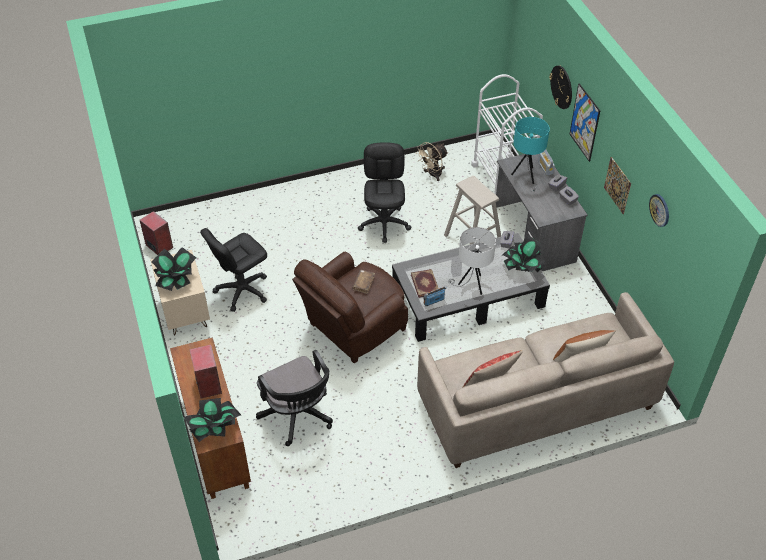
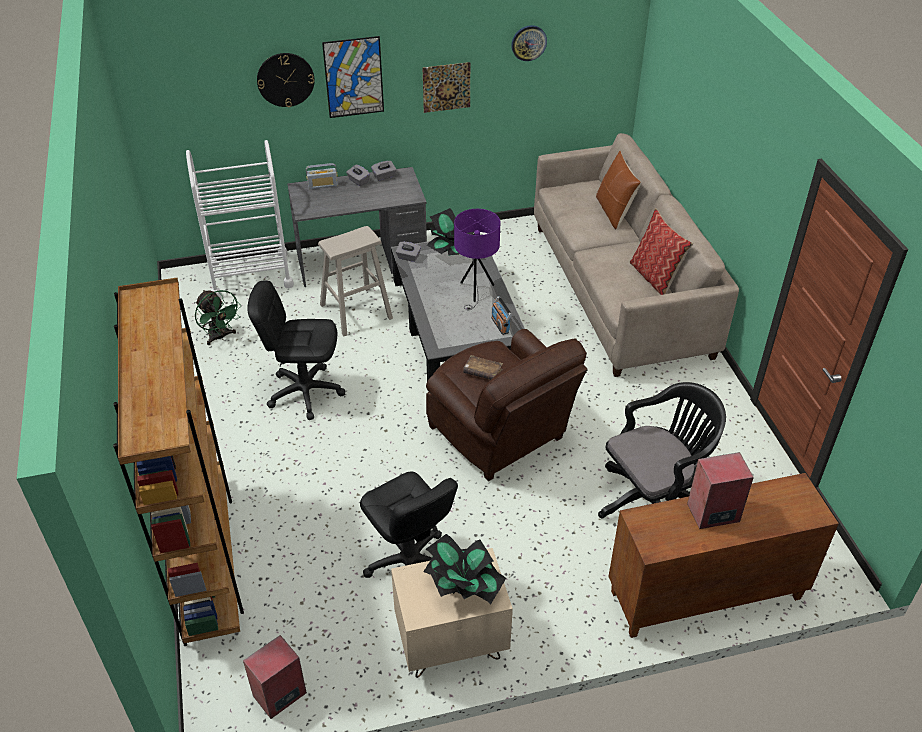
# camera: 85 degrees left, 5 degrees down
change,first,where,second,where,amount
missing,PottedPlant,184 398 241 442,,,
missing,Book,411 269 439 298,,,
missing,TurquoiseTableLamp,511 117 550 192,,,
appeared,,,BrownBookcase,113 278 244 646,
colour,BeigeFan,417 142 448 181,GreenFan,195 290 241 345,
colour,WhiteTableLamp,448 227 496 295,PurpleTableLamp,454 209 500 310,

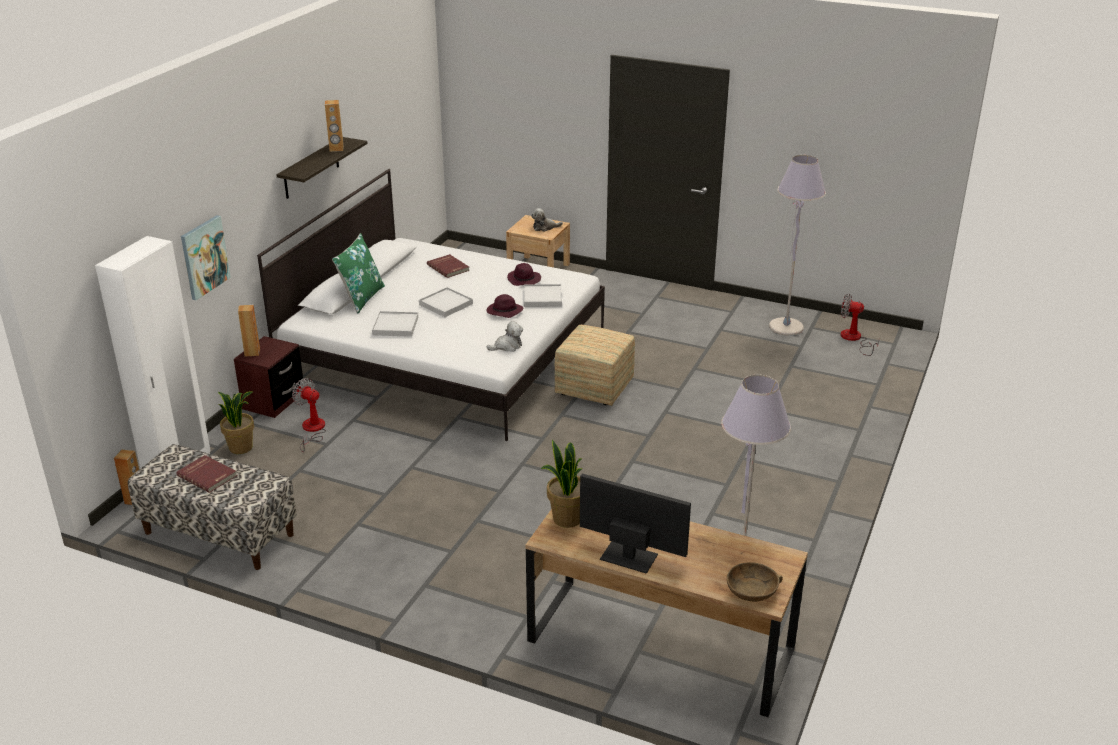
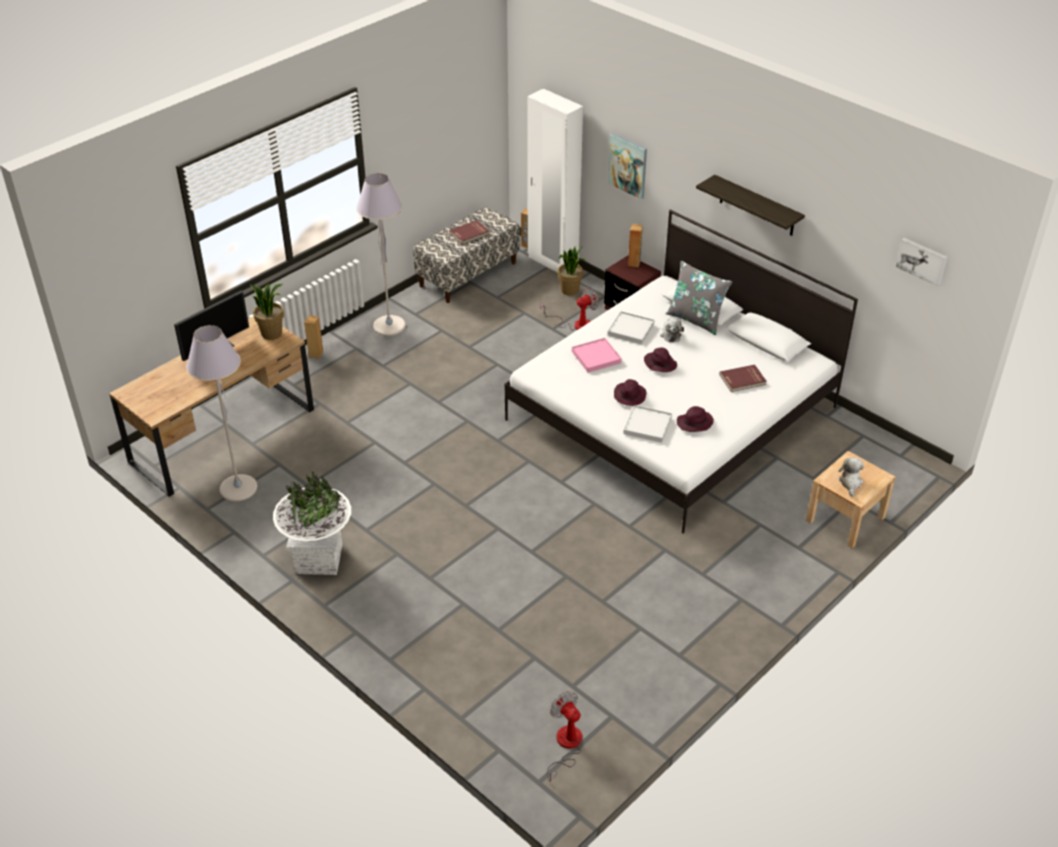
# camera: 110 degrees right, 10 degrees up
change,first,where,second,where,amount
missing,Ottoman,555 325 635 406,,,
missing,BrownBowl,727 562 783 602,,,
appeared,,,WhitePlanter,273 472 351 575,
appeared,,,PinkTray,572 338 622 373,
appeared,,,Picture,896 238 947 286,
relocated,BrownSpeaker,325 100 344 152,,304 315 323 359,
relocated,PlushToy,486 321 523 352,,660 319 684 342,
relocated,GreyFloorLamp,769 155 826 336,,356 173 406 336,
exchanged,WhiteTray,419 287 473 317,PurpleHat,644 348 677 372,
colour,GreenPillow,332 233 385 314,GreyPillow,666 261 732 335,
spun,Fan,841 294 879 356,,547 691 582 782,75 degrees counterclockwise

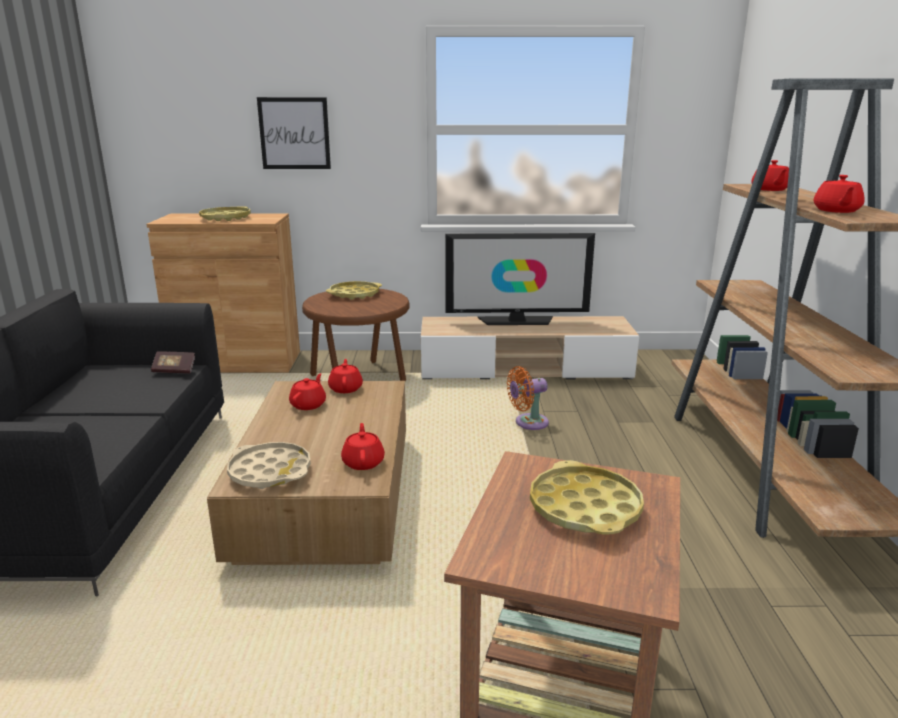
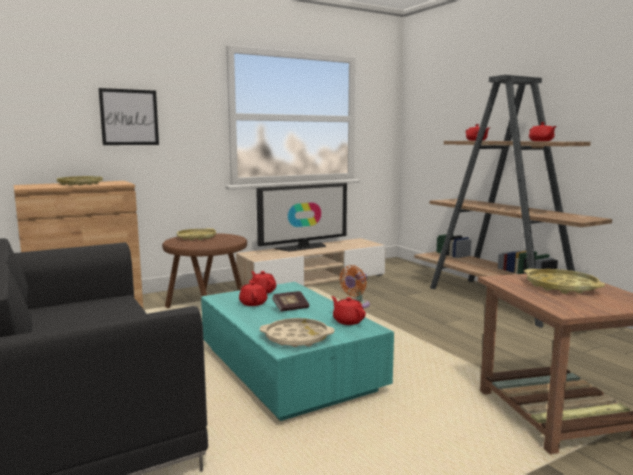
# camera: 30 degrees left, 10 degrees down
change,first,where,second,where,amount
relocated,Book,151 351 195 374,,272 291 309 312,
colour,BrownCoffeeTable,207 381 406 565,TurquoiseCoffeeTable,201 282 394 421,

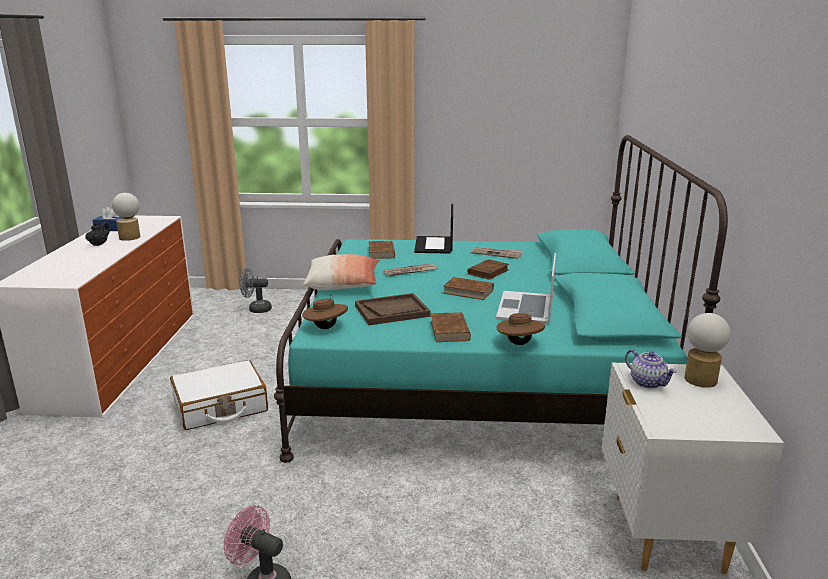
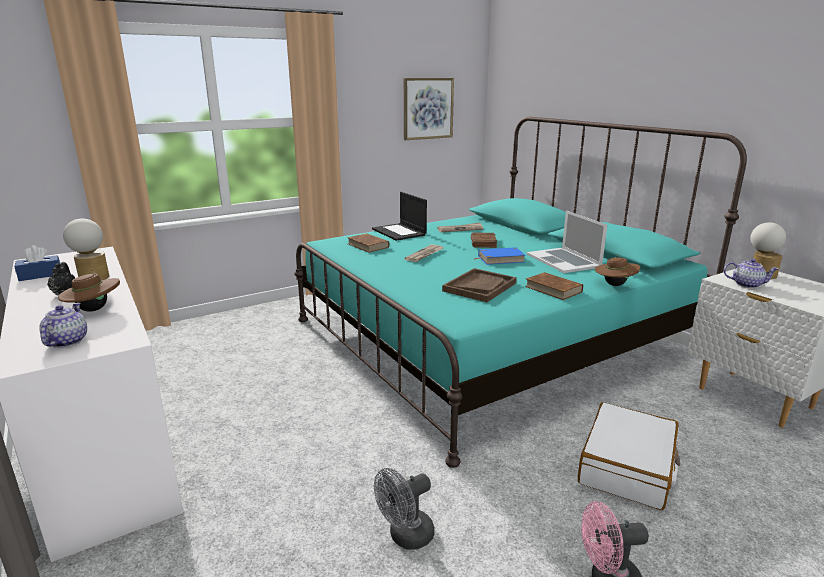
# camera: 35 degrees left, 0 degrees up
change,first,where,second,where,amount
missing,Pillow,303 254 380 290,,,
appeared,,,Teapot,39 303 87 348,
appeared,,,Picture,404 78 454 140,
relocated,WhiteSuitcase,170 360 268 430,,578 402 680 510,
relocated,GreyFan,239 268 272 313,,374 468 434 550,
relocated,BrownHat,302 295 348 329,,58 270 120 312,
colour,BrownBook,443 277 494 300,BlueBook,475 247 526 265,

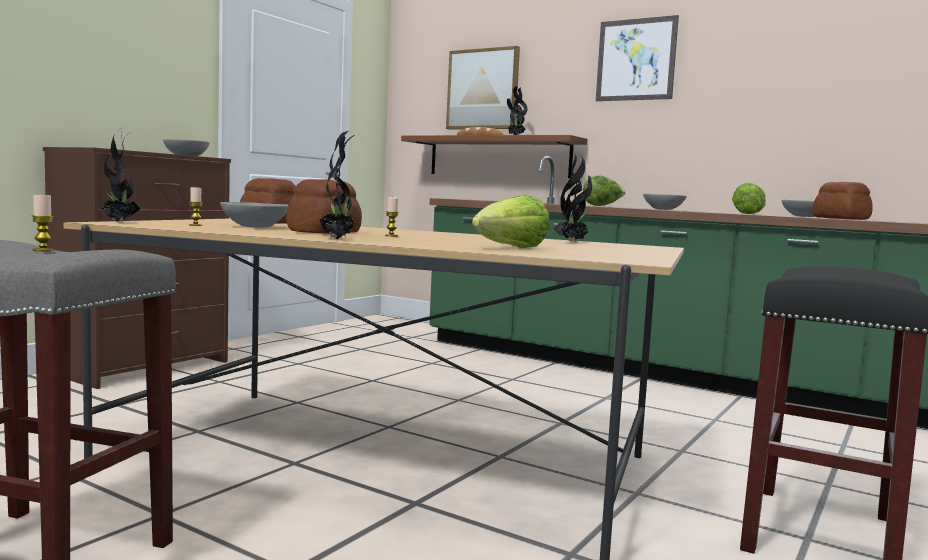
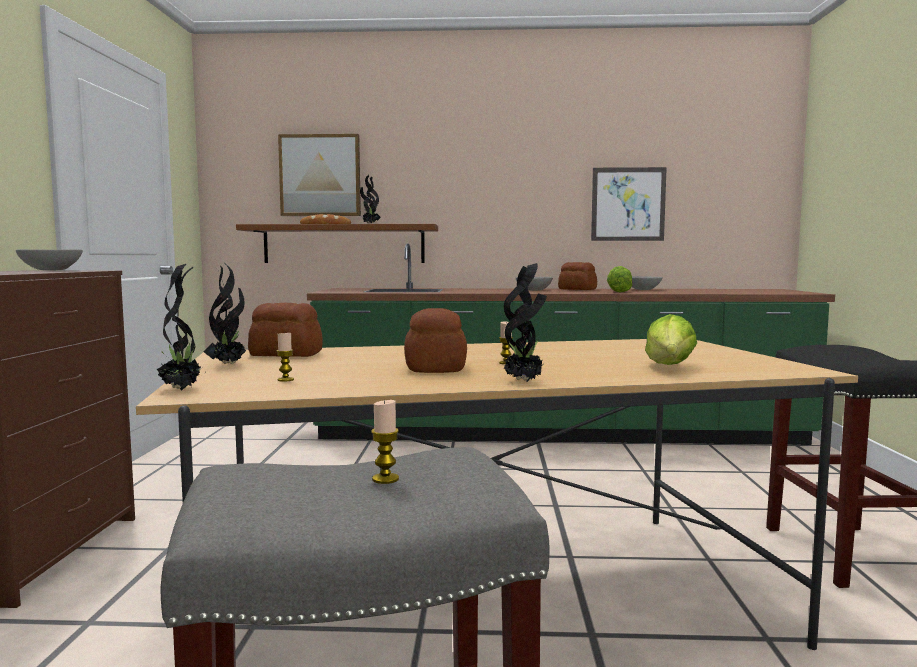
# camera: 30 degrees left, 0 degrees up
change,first,where,second,where,amount
missing,GreyBowl,220 202 288 228,,,
missing,Lettuce,583 176 625 206,,,
relocated,PottedPlant,553 152 592 242,,204 263 247 364,
relocated,Picture,596 15 679 101,,591 167 667 241,
relocated,Bread,813 182 873 220,,558 262 597 290,

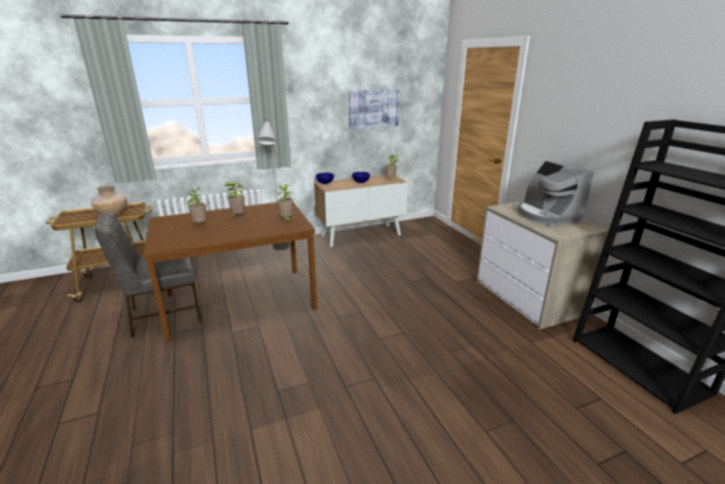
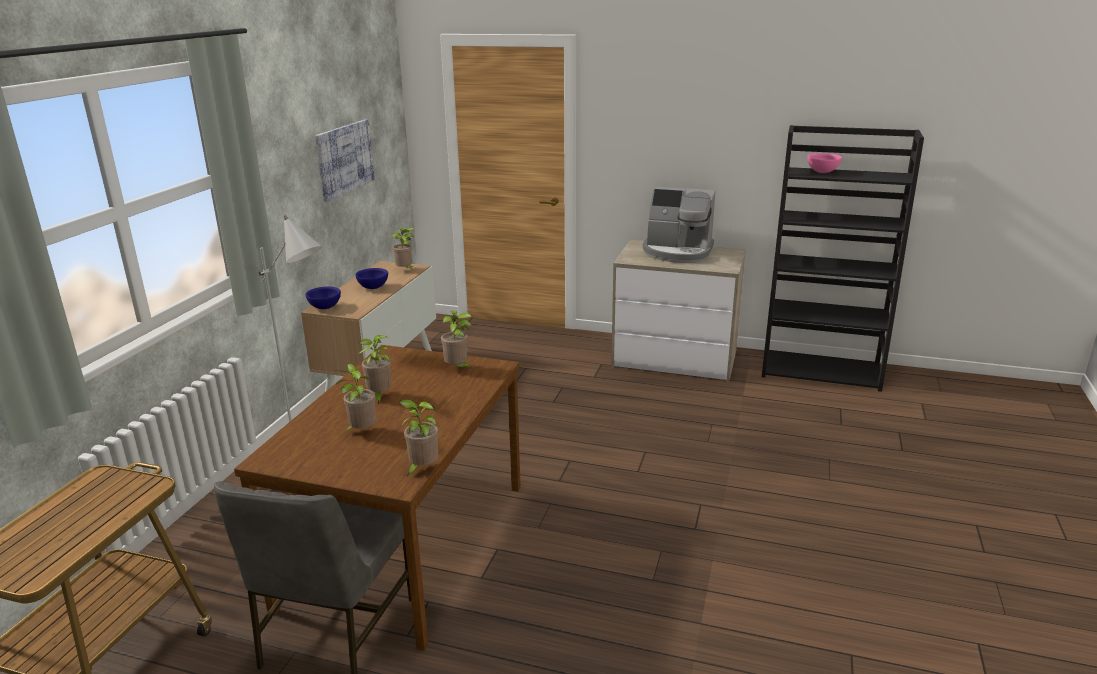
# camera: 50 degrees left, 0 degrees up
change,first,where,second,where,amount
missing,BeigeVase,91 185 127 215,,,
appeared,,,PottedPlant,397 400 439 476,
appeared,,,PinkBowl,807 153 842 173,

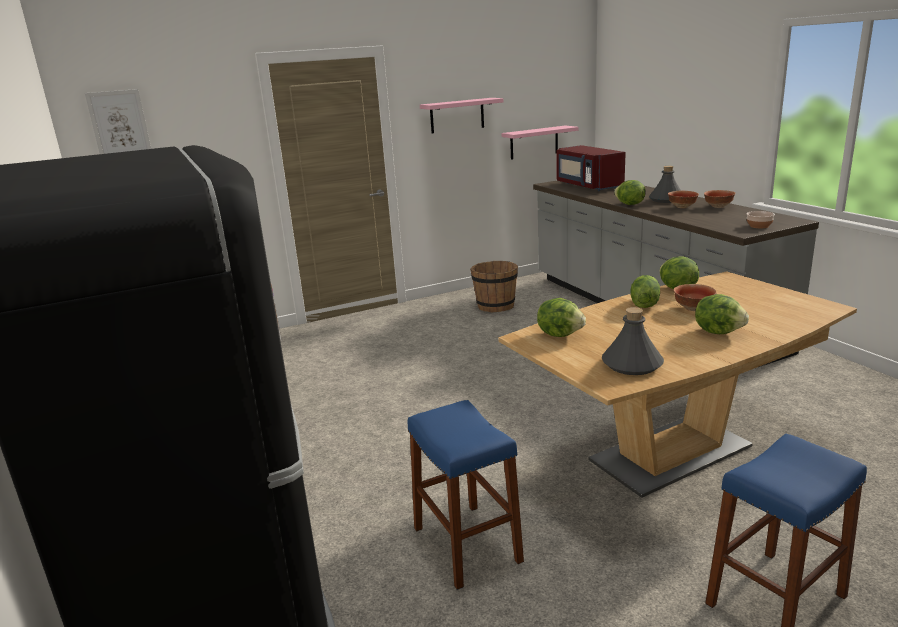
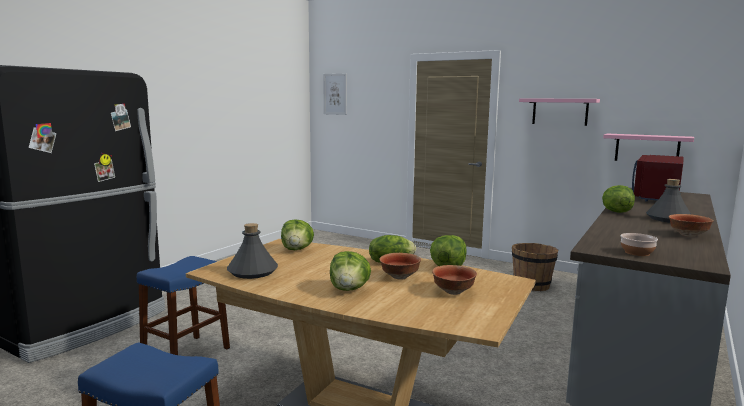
# camera: 55 degrees right, 10 degrees down
change,first,where,second,where,amount
relocated,Bowl,668 191 699 208,,432 265 477 295,

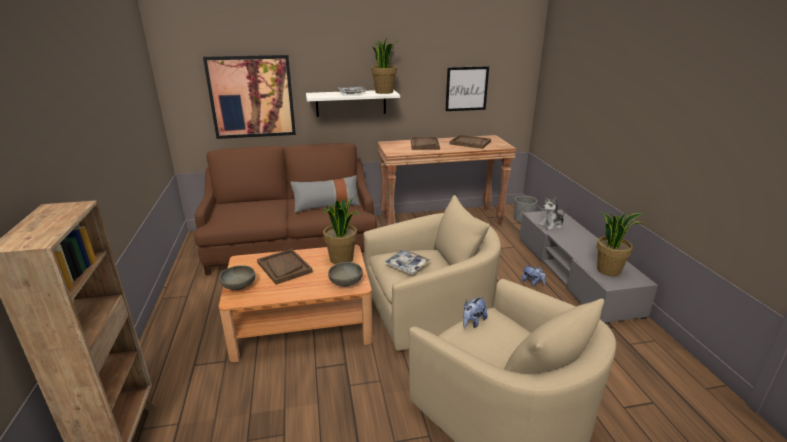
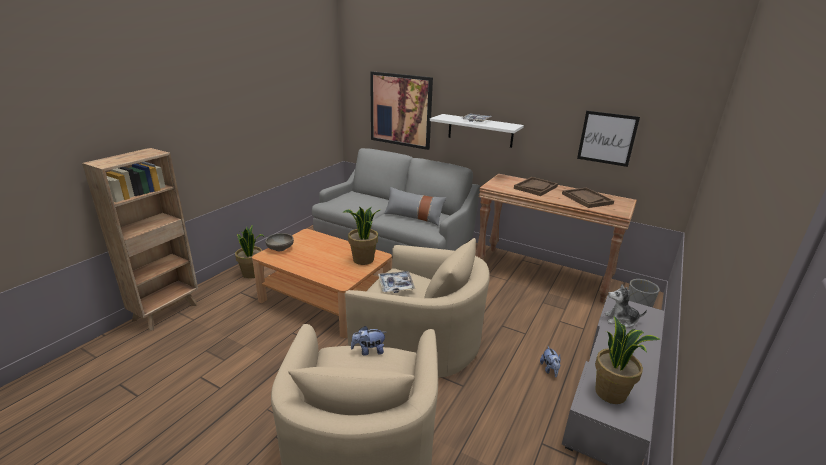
# camera: 40 degrees right, 0 degrees up
change,first,where,second,where,amount
missing,BrownTray,257 249 313 285,,,
missing,GreyBowl,328 262 363 286,,,
relocated,PottedPlant,371 39 399 94,,235 225 265 278,
colour,BrownSofa,194 143 377 275,GreySofa,312 148 480 255,

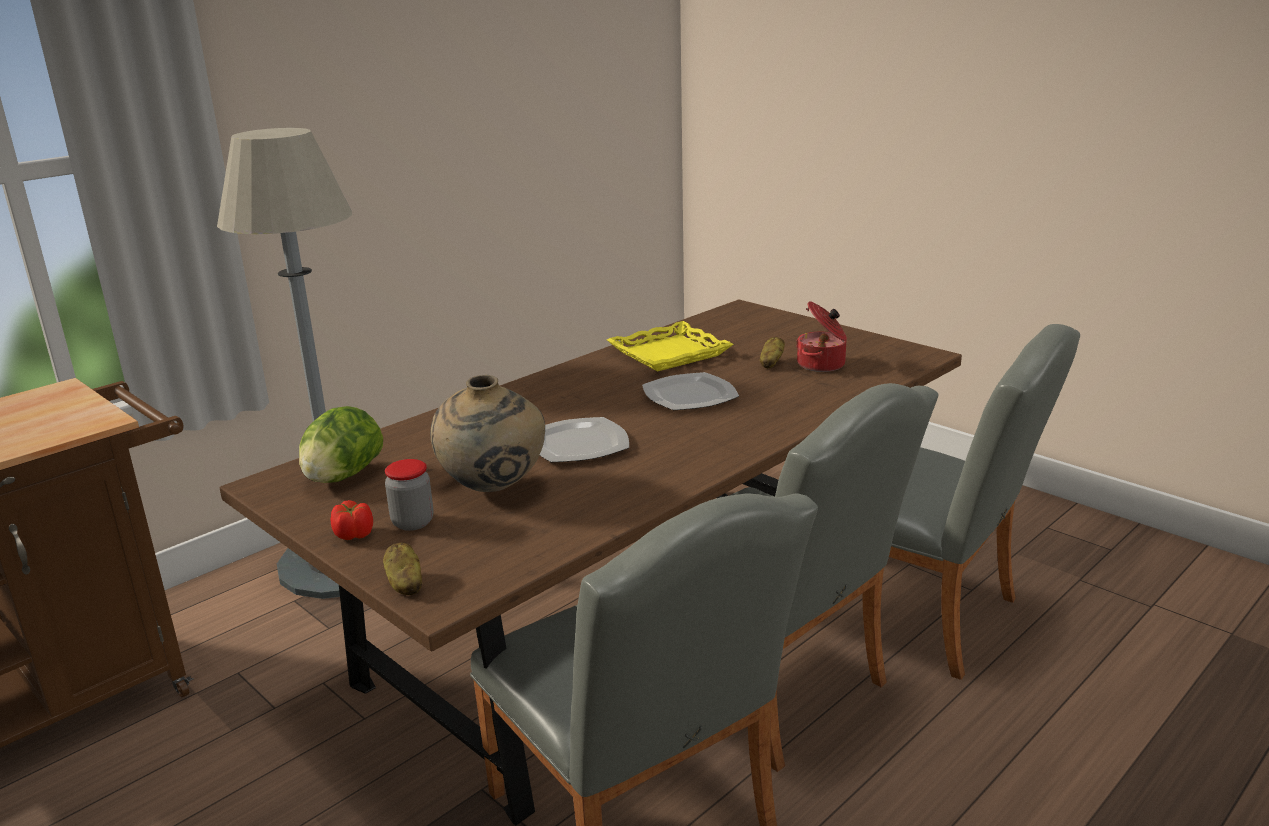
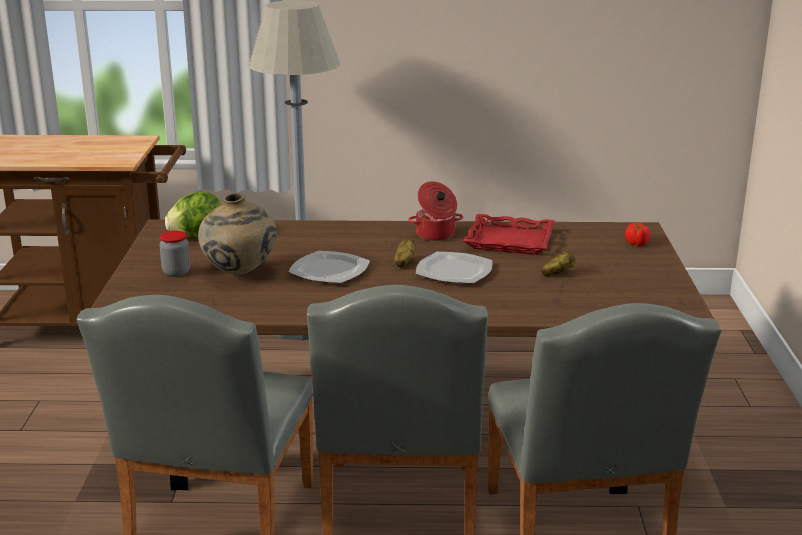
# camera: 45 degrees right, 0 degrees up
change,first,where,second,where,amount
relocated,Tomato,331 500 373 540,,625 223 651 246,
relocated,Potato,383 542 422 595,,394 239 416 268,
relocated,CookingPot,796 301 847 372,,408 181 463 241,
colour,YellowTray,607 321 734 372,RedTray,463 214 555 255,

